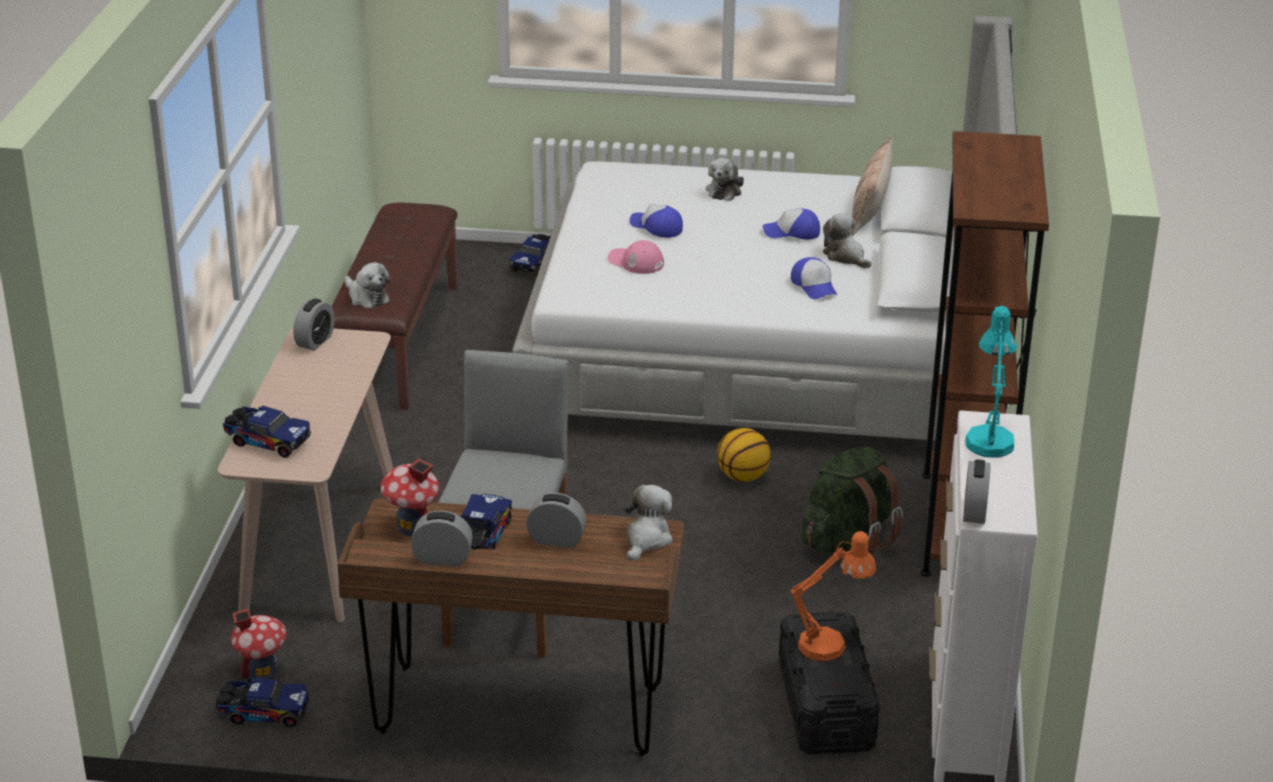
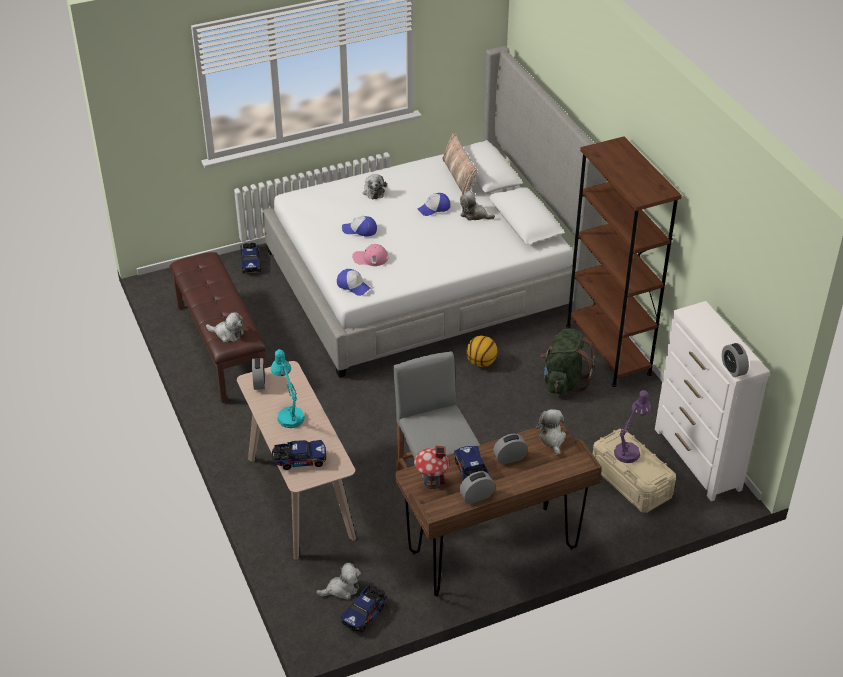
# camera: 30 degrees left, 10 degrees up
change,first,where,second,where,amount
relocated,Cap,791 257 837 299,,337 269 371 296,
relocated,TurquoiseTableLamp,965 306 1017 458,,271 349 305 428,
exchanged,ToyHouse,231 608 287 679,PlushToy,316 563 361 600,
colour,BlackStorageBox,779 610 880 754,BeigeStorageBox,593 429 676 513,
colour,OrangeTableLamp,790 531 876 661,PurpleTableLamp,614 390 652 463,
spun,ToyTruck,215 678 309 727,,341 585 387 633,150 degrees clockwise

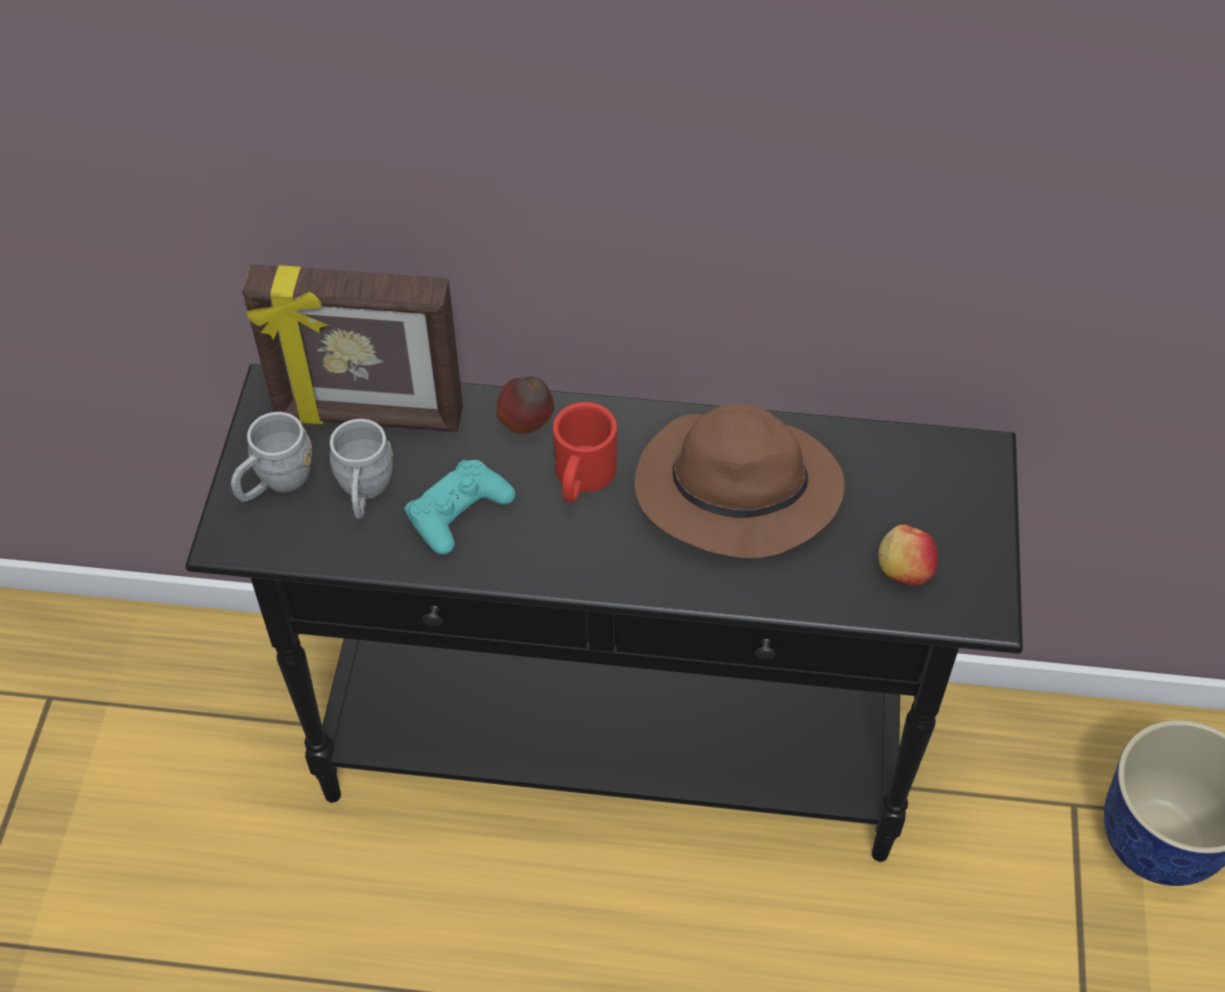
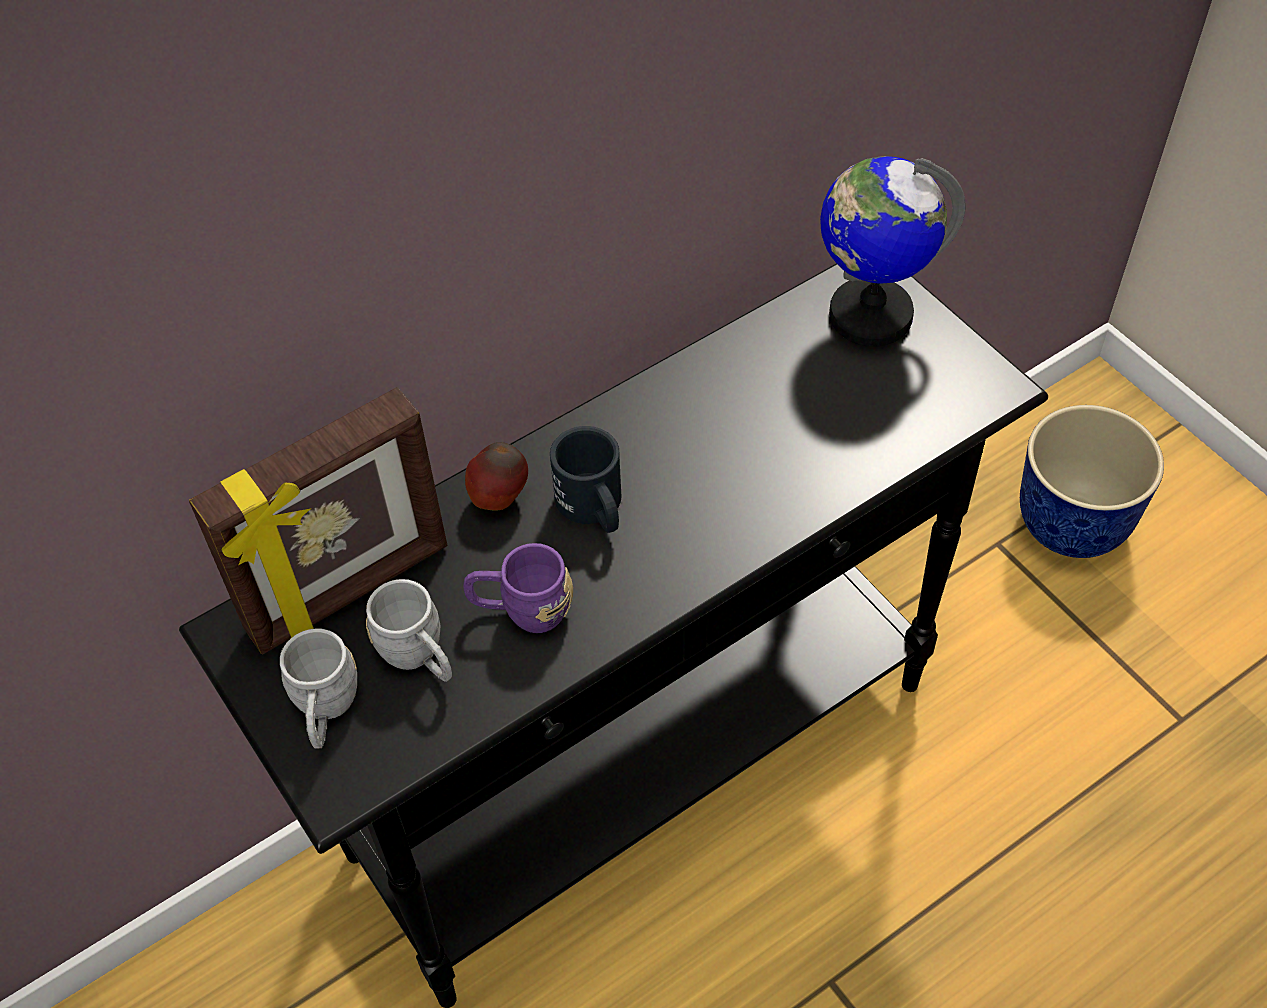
# camera: 40 degrees left, 0 degrees up
change,first,where,second,where,amount
missing,BrownHat,635 404 845 559,,,
missing,Apple,878 524 938 586,,,
appeared,,,Globe,820 156 966 346,
exchanged,TurquoiseGameController,404 460 515 555,PurpleMug,463 543 573 633,
colour,RedMug,553 402 617 502,BlackMug,550 426 622 533,

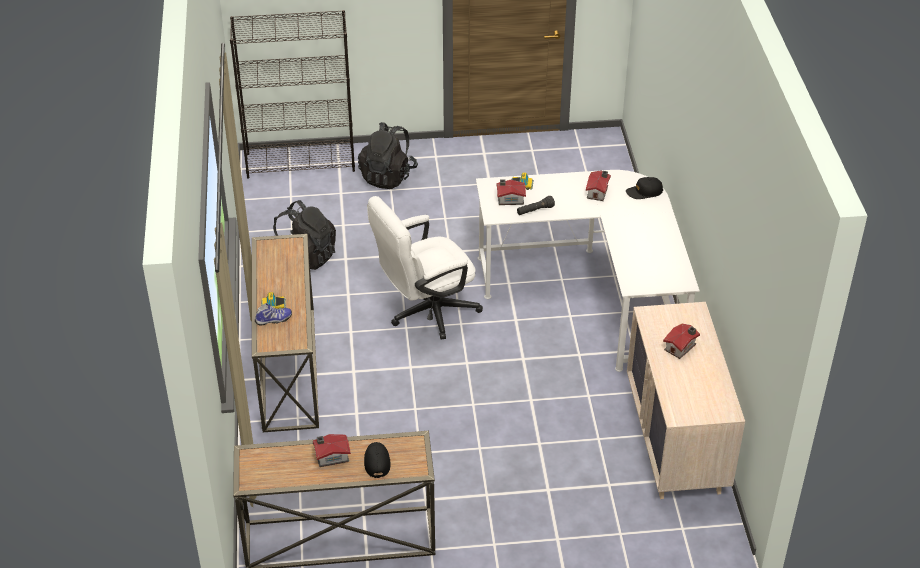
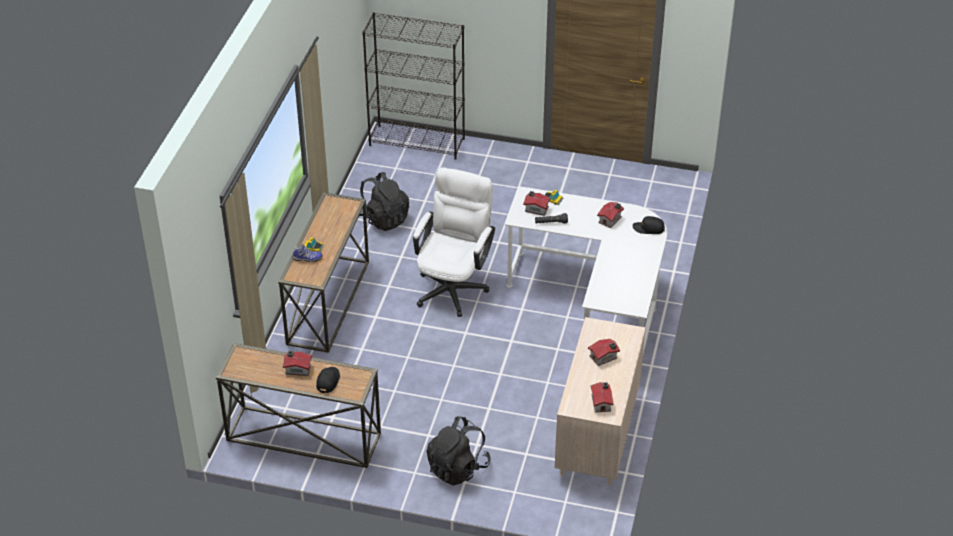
# camera: 20 degrees right, 0 degrees up
change,first,where,second,where,amount
appeared,,,ToyHouse,591 382 613 412,
relocated,BlackBackpack,358 122 418 189,,427 416 491 486,
spun,WhiteOfficeChair,367 196 483 340,,413 167 495 317,120 degrees clockwise

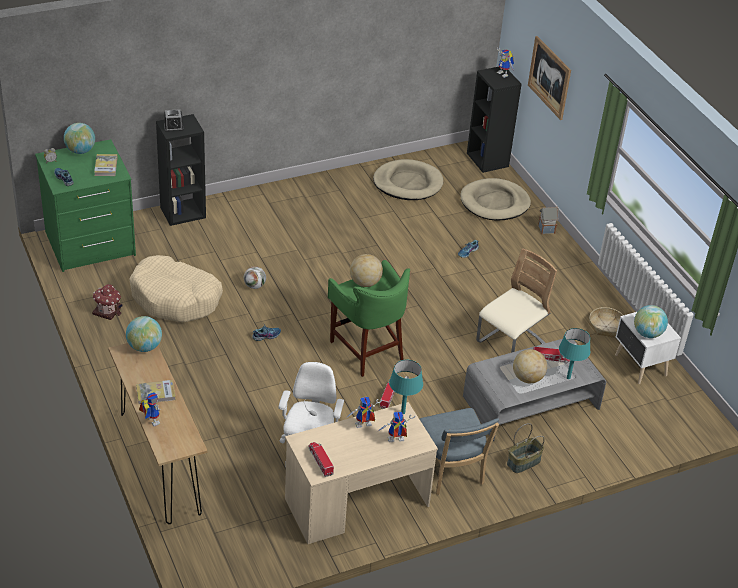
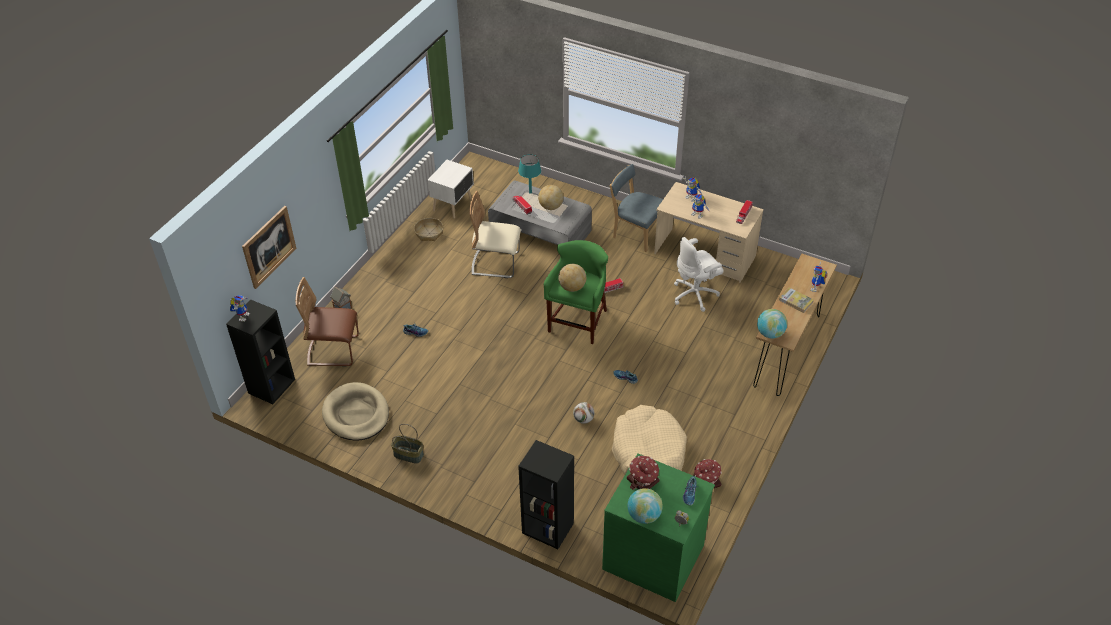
# camera: 125 degrees left, 5 degrees up
change,first,where,second,where,amount
missing,AlarmClock,164 109 184 132,,,
missing,TurquoiseTableLamp,389 360 423 414,,,
missing,Globe,634 305 668 338,,,
relocated,Basket,507 423 545 473,,391 424 424 463,
exchanged,Book,94 154 117 176,ToyHouse,627 455 660 490,
exchanged,BeigeDogBed,461 178 531 221,BrownChair,296 277 359 367,
spun,BlueChair,420 408 499 495,,610 164 663 252,90 degrees counterclockwise

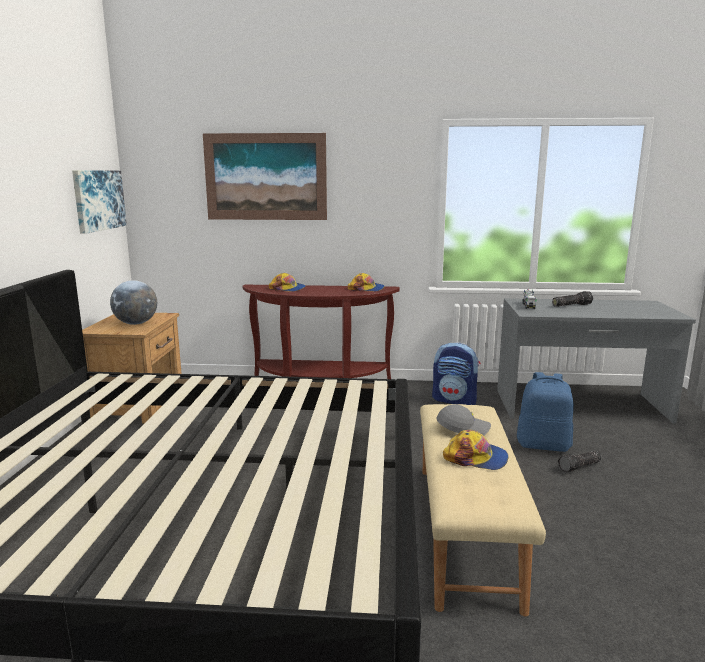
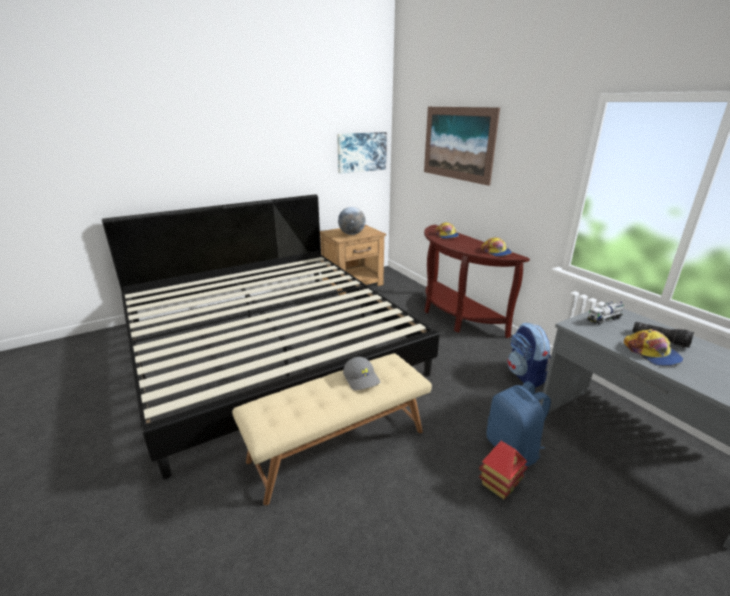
# camera: 55 degrees right, 10 degrees up
change,first,where,second,where,amount
relocated,Cap,443 430 508 470,,624 329 684 366,
exchanged,Flashlight,558 451 602 472,ToyHouse,479 441 527 499,

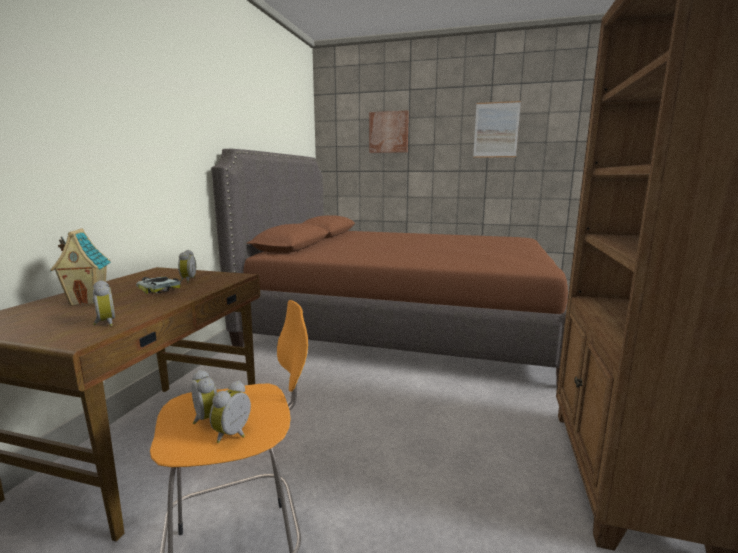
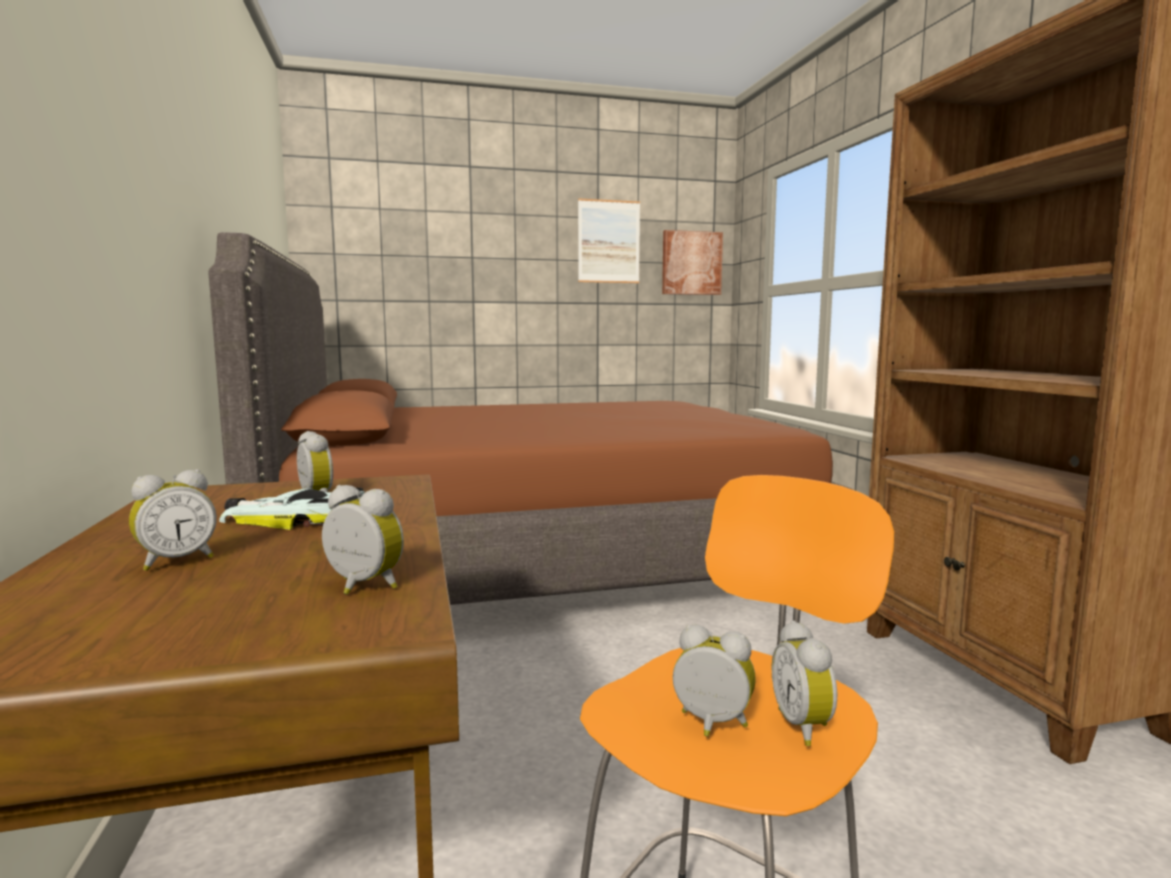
# camera: 30 degrees left, 5 degrees down
change,first,where,second,where,amount
relocated,Picture,369 111 409 153,,662 230 723 295,
exchanged,ToyHouse,50 228 111 306,AlarmClock,129 469 217 571,

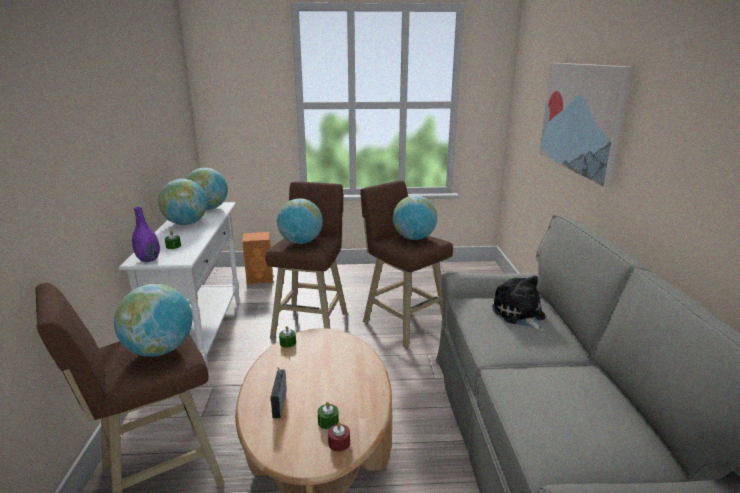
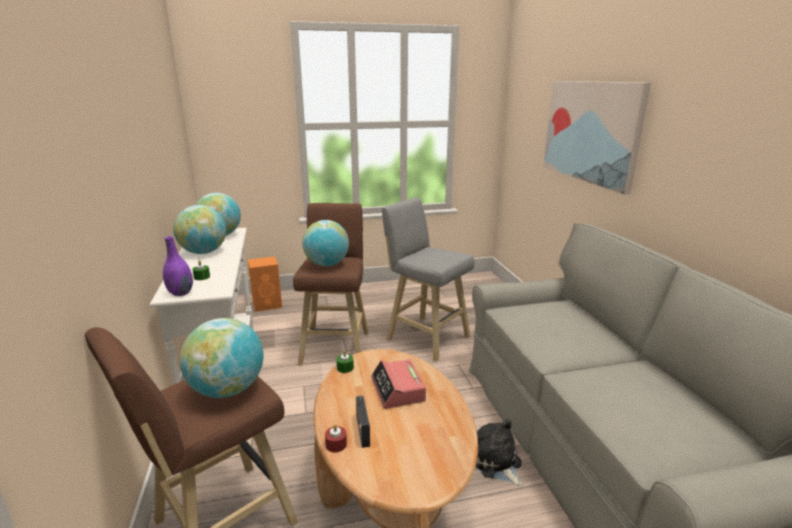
# camera: 10 degrees left, 0 degrees up
change,first,where,second,where,amount
missing,GreenCandle,318 402 339 429,,,
missing,Globe,393 195 437 240,,,
appeared,,,AlarmClock,371 359 426 409,
relocated,RedCandle,328 422 350 452,,325 424 347 453,
relocated,PlushToy,492 275 545 332,,475 419 523 487,
colour,BrownStool,360 180 453 348,GreyStool,382 198 475 362,

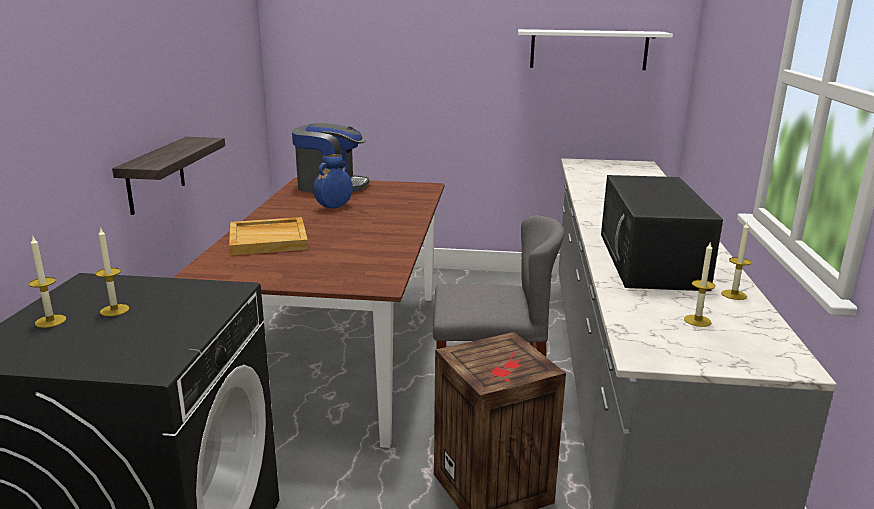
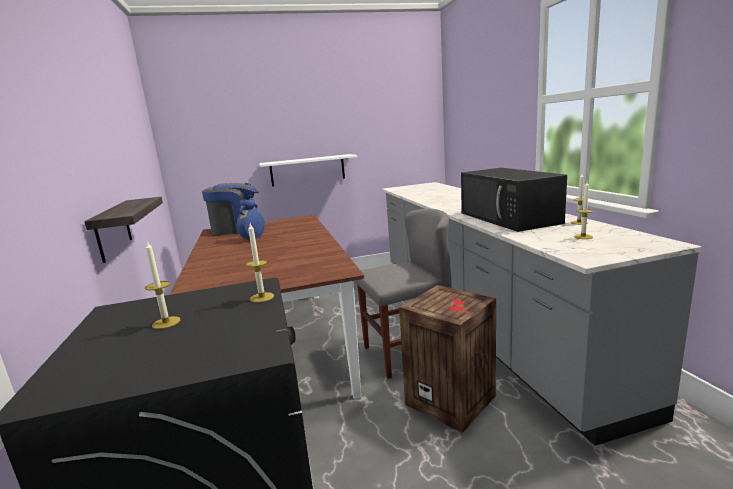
# camera: 20 degrees left, 5 degrees down
change,first,where,second,where,amount
missing,BeigeTray,229 217 308 256,,,
relocated,Candle,29 237 66 328,,246 224 274 303,
relocated,WhiteShelf,518 29 673 70,,259 154 357 187,

